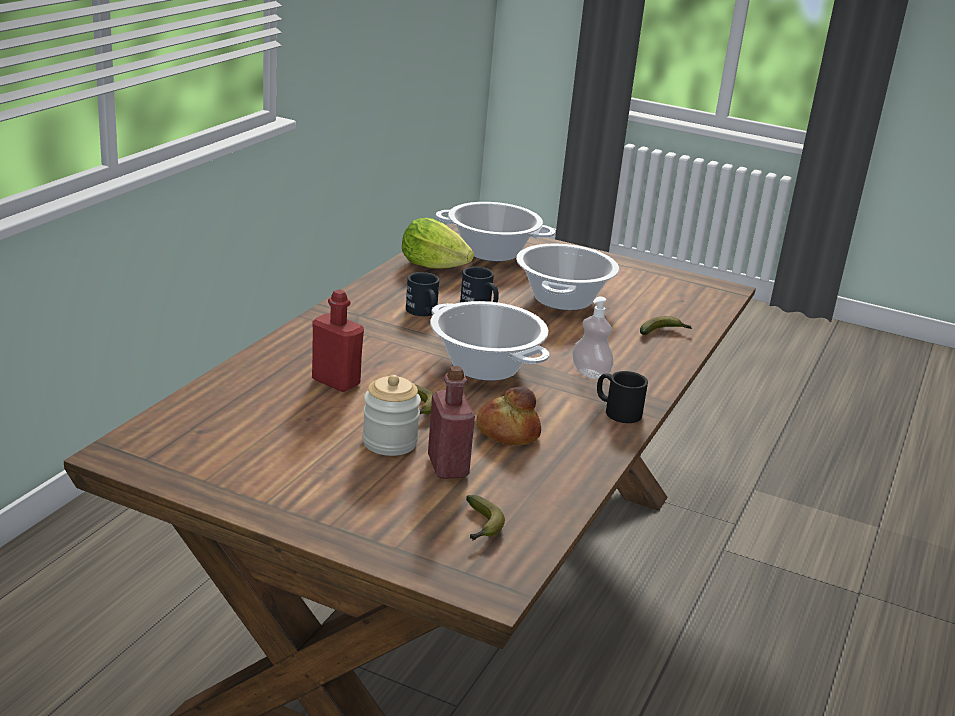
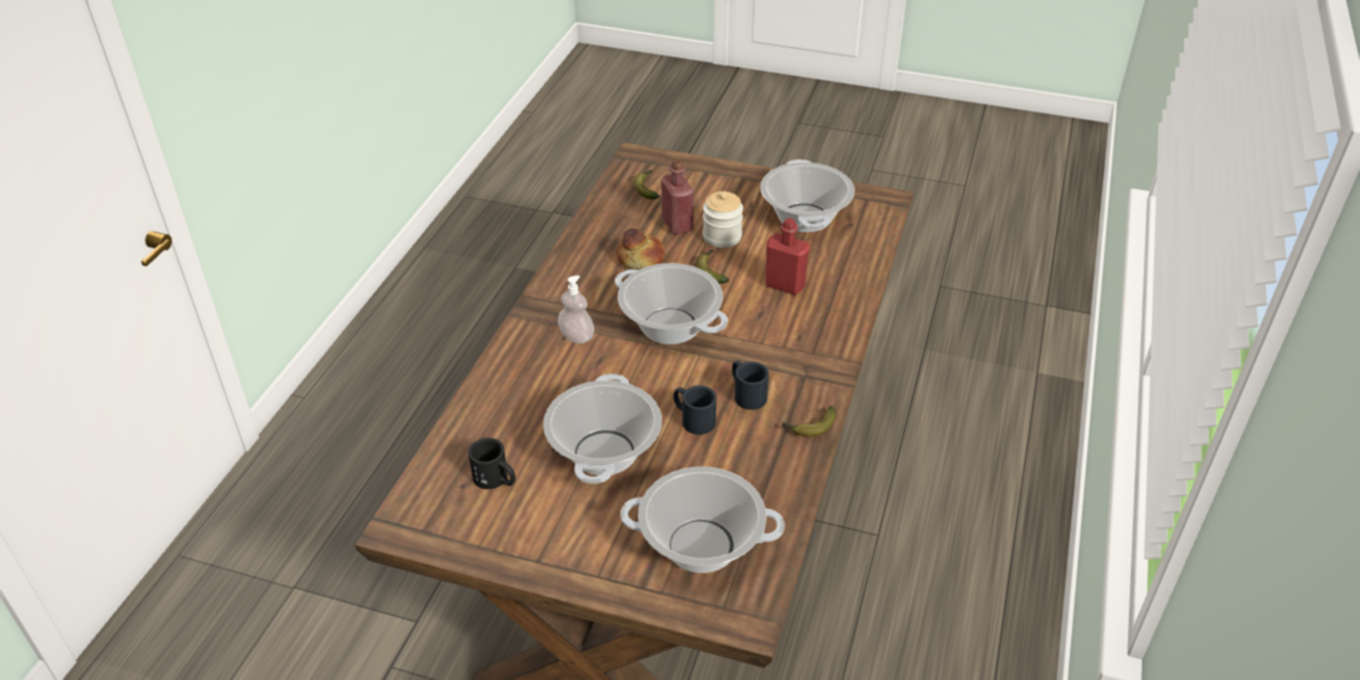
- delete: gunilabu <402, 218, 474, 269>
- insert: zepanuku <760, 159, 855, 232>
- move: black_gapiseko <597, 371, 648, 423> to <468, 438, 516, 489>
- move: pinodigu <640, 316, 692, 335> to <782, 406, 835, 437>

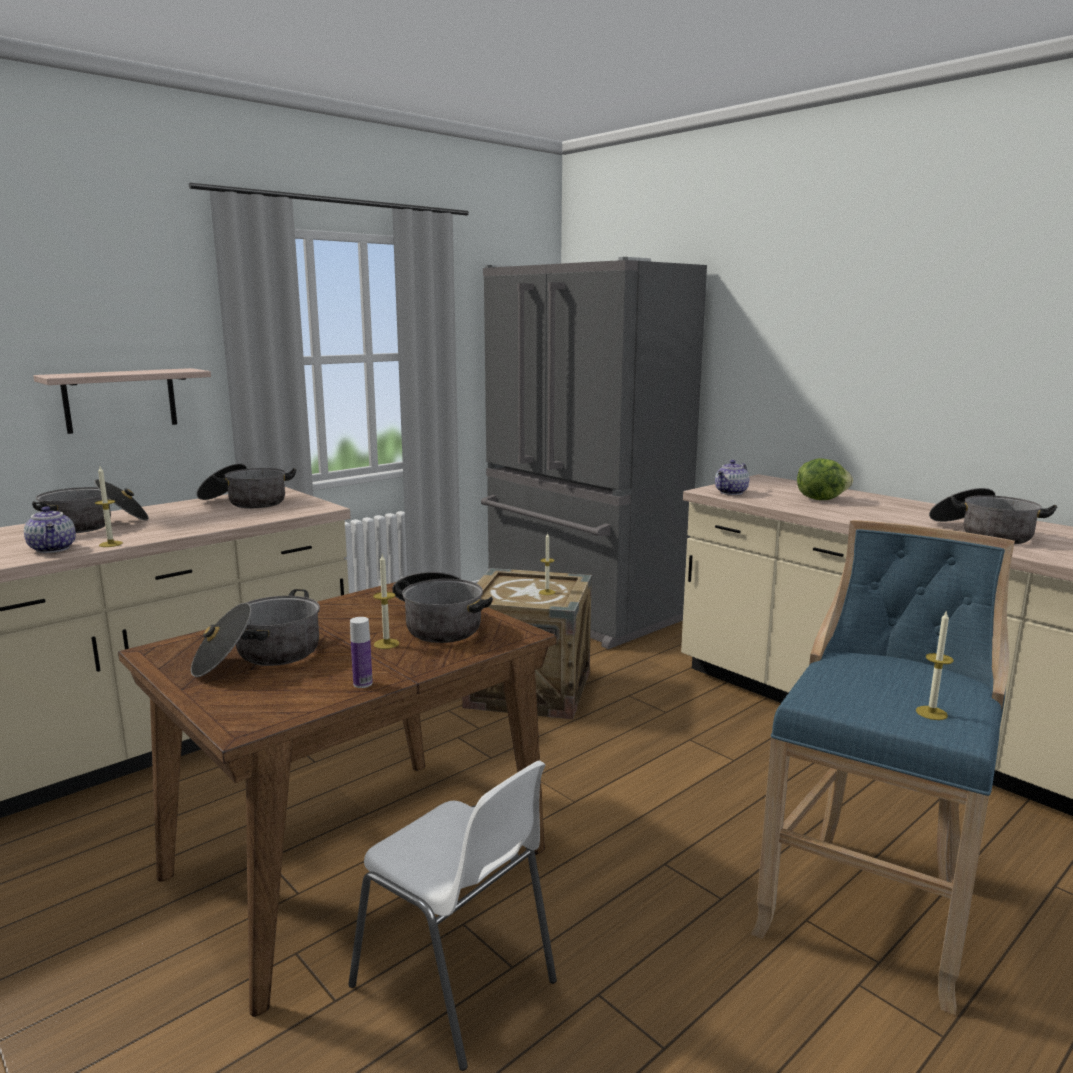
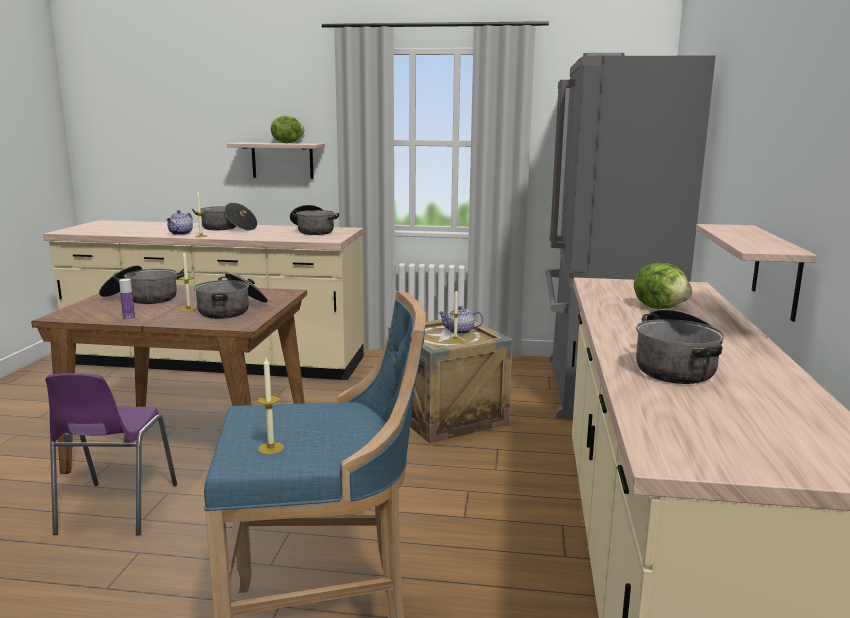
- insert: gunilabu <271, 116, 304, 143>
- insert: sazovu <696, 224, 817, 322>
- move: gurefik <715, 460, 749, 495> to <438, 306, 483, 335>
- recolor: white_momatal <348, 760, 557, 1071> to purple_momatal <45, 373, 177, 536>

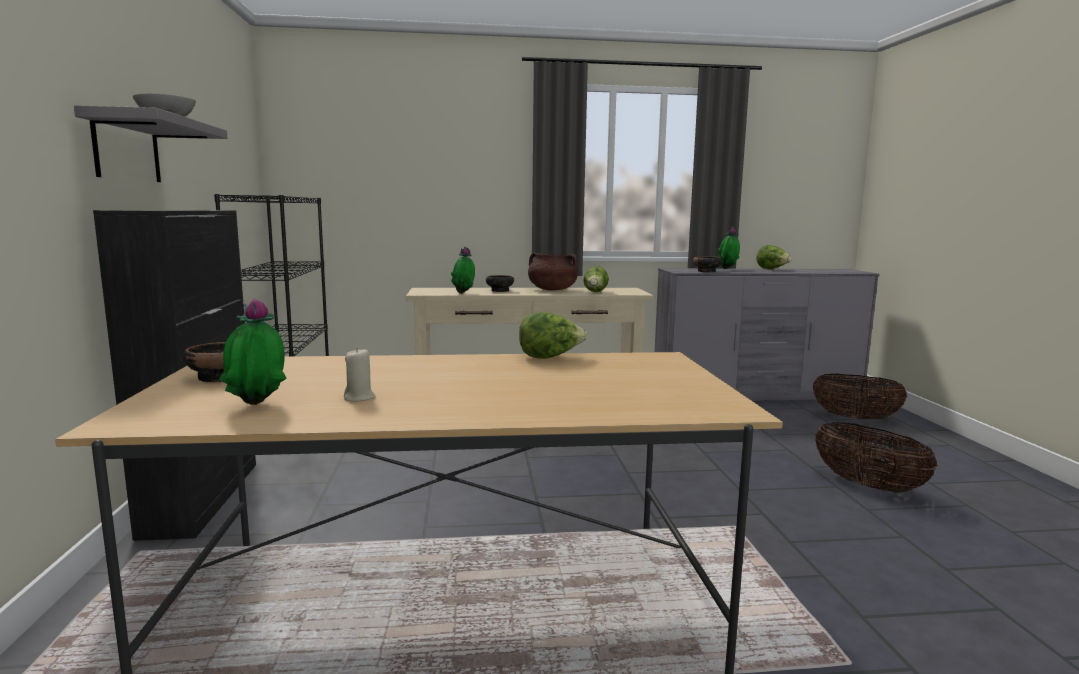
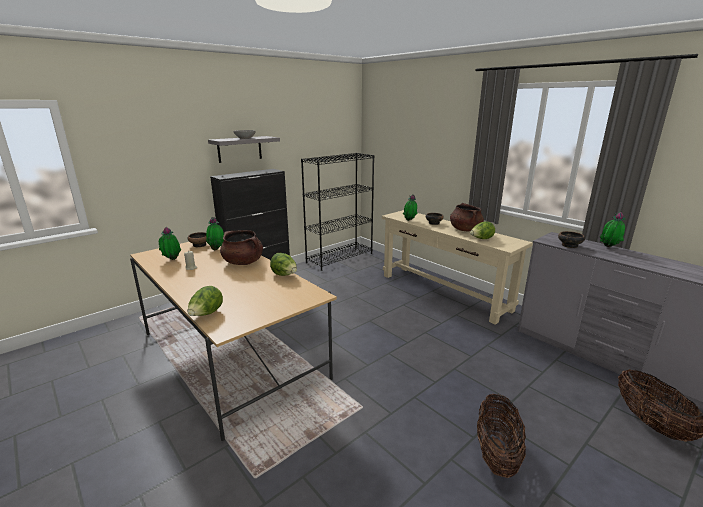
- insert: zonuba <206, 217, 224, 250>
- insert: brown_zepanuku <220, 230, 263, 265>
- move: gunilabu <756, 245, 792, 269> to <187, 286, 223, 316>

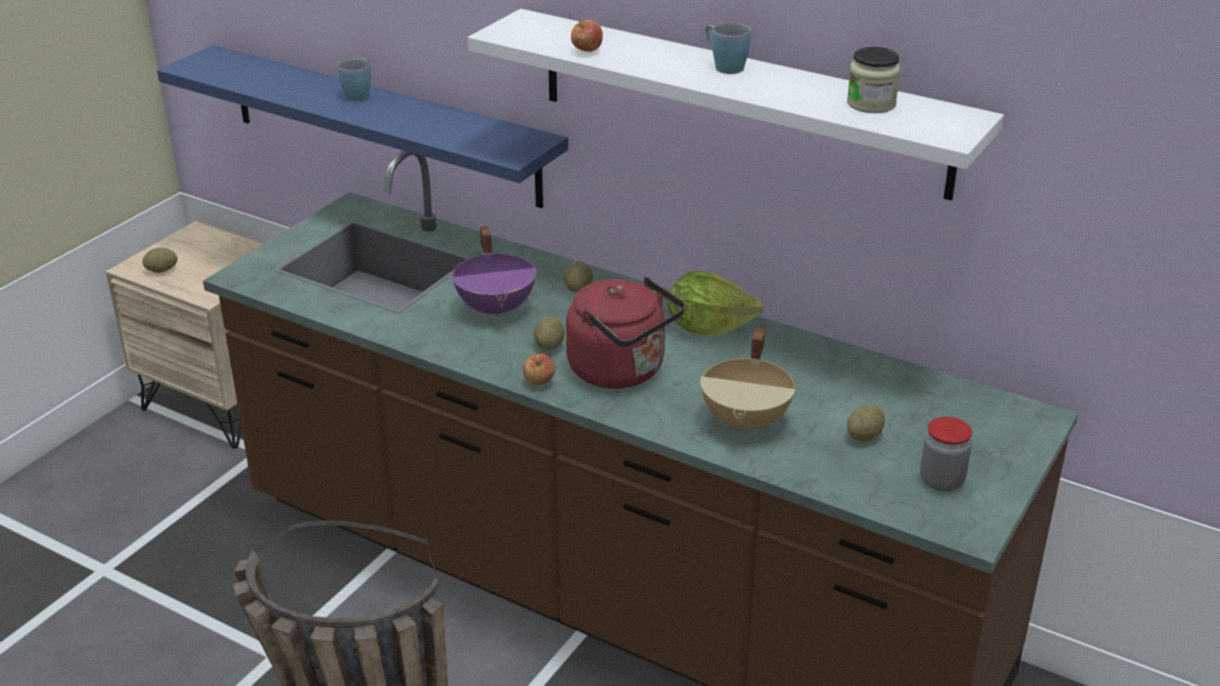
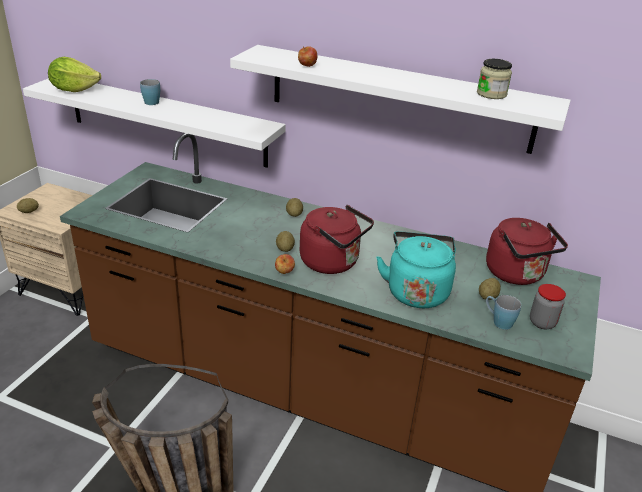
- delete: purple_zepanuku <452, 226, 536, 319>
- insert: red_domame <486, 218, 568, 285>
- move: gunilabu <668, 271, 764, 336> to <48, 57, 101, 92>
- move: blue_gapiseko <705, 22, 751, 74> to <486, 295, 521, 330>
- replace: beige_zepanuku <700, 328, 796, 435> to turquoise_domame <376, 231, 456, 308>
- recolor: blue_sazovu <157, 45, 568, 208> to white_sazovu <23, 78, 286, 168>

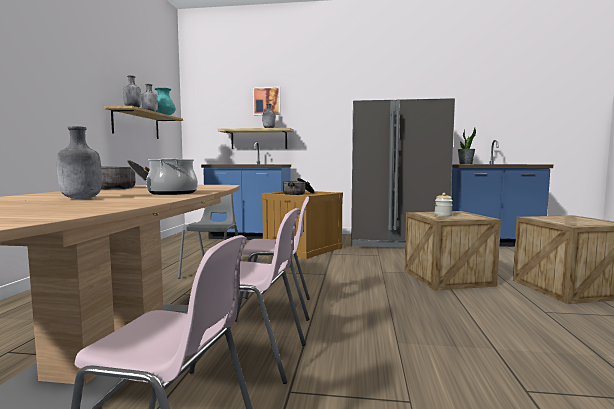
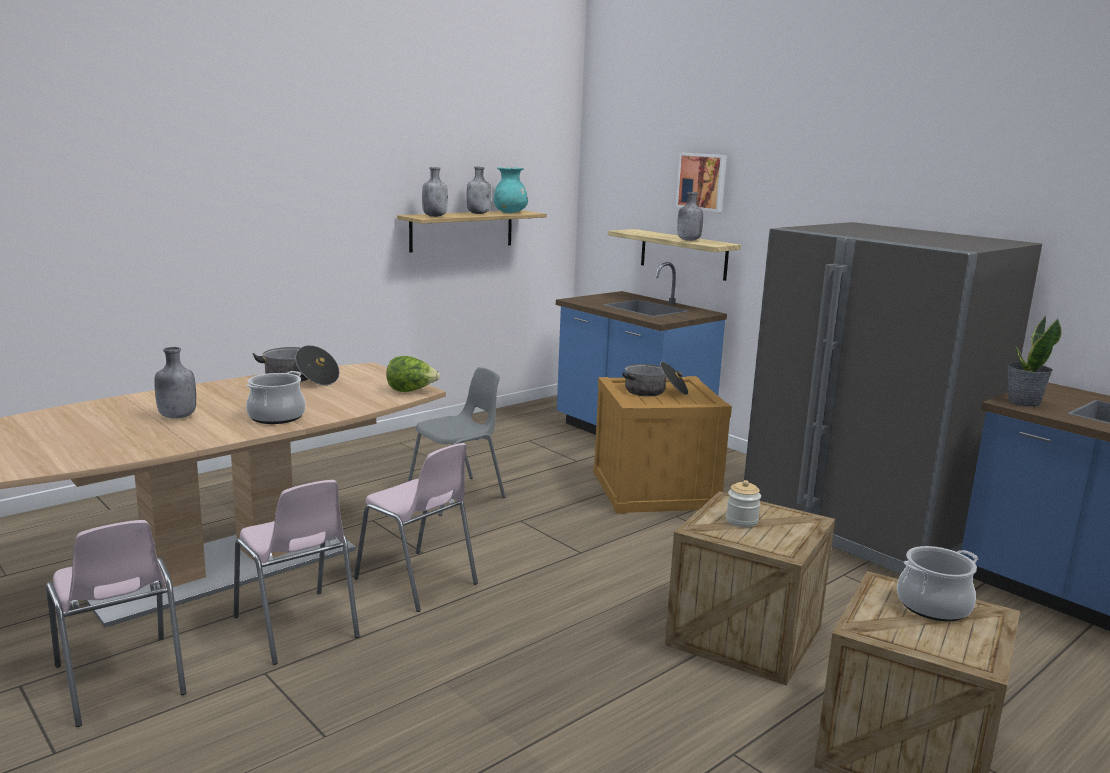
- insert: gunilabu <386, 356, 440, 392>
- insert: zepanuku <897, 546, 979, 621>

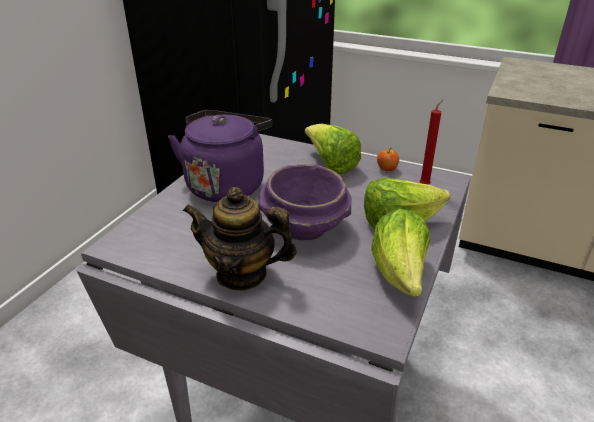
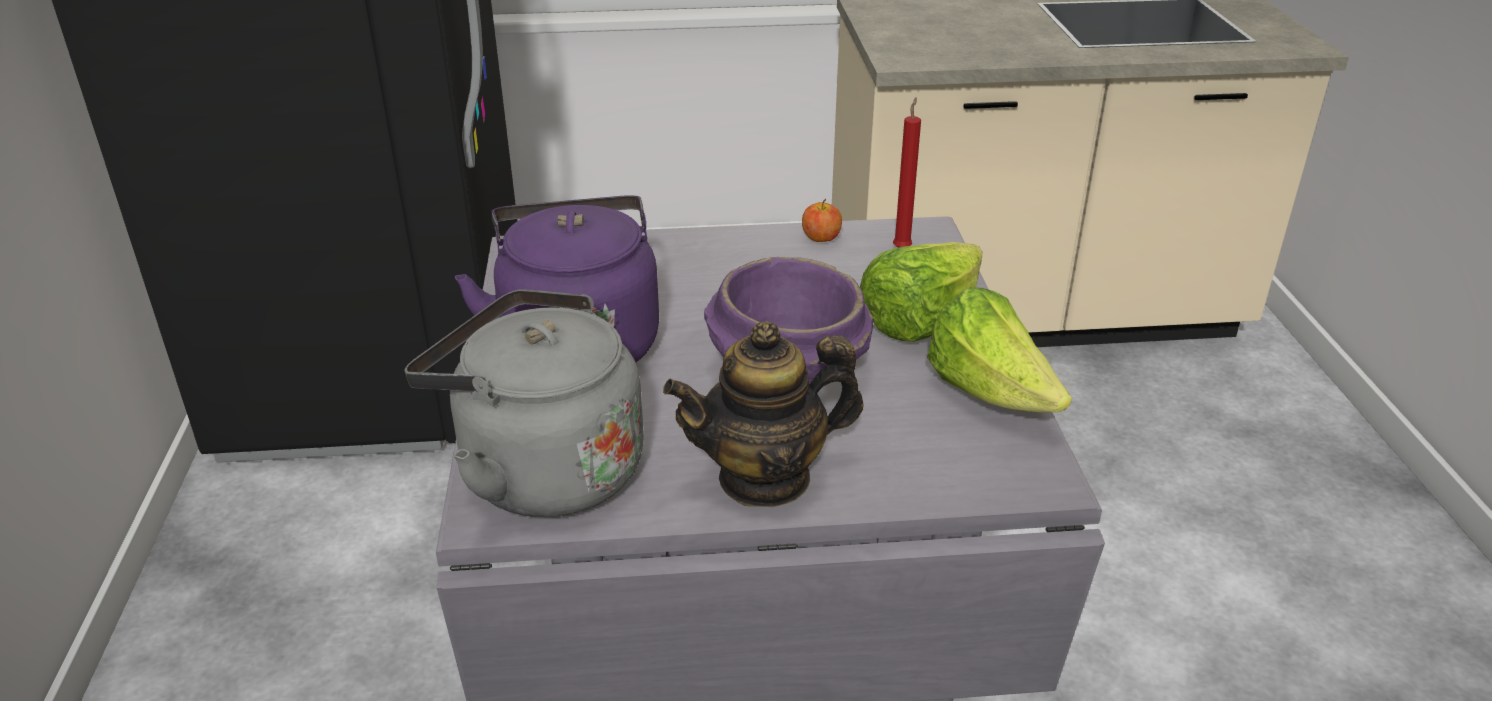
- delete: gunilabu <305, 124, 361, 174>
- insert: grey_domame <404, 289, 644, 517>

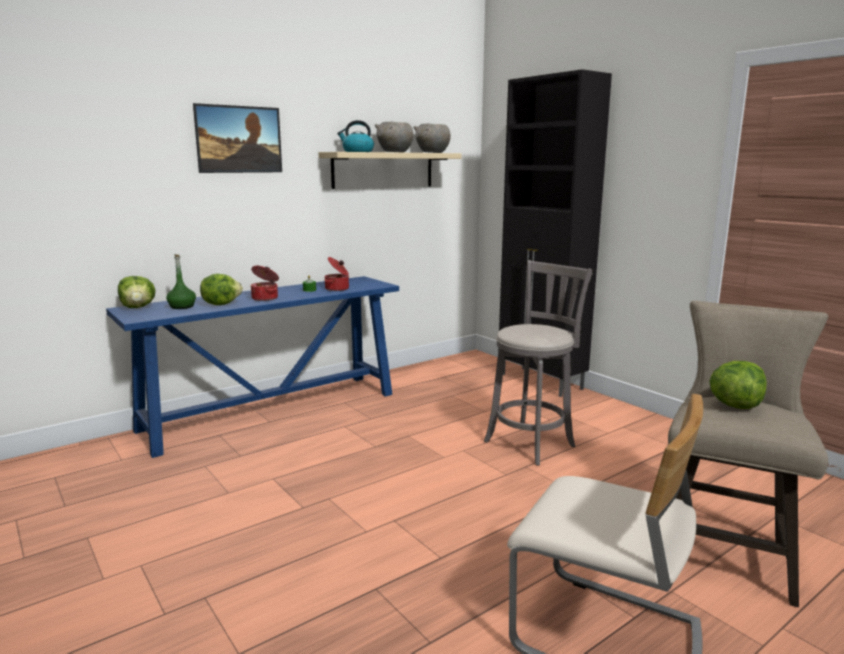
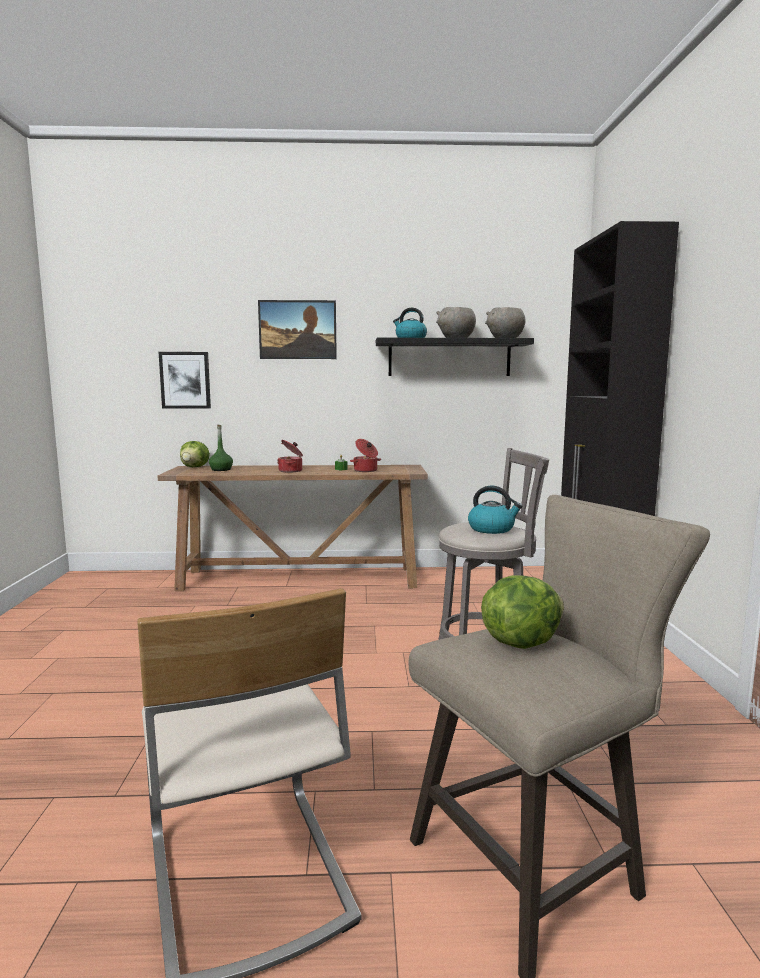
- delete: gunilabu <200, 274, 243, 305>
- insert: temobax <159, 352, 211, 409>
- insert: domame <468, 486, 523, 534>
- recolor: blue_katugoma <106, 276, 399, 458> to brown_katugoma <158, 465, 428, 591>
- recolor: beige_sazovu <319, 152, 462, 189> to black_sazovu <376, 338, 534, 376>

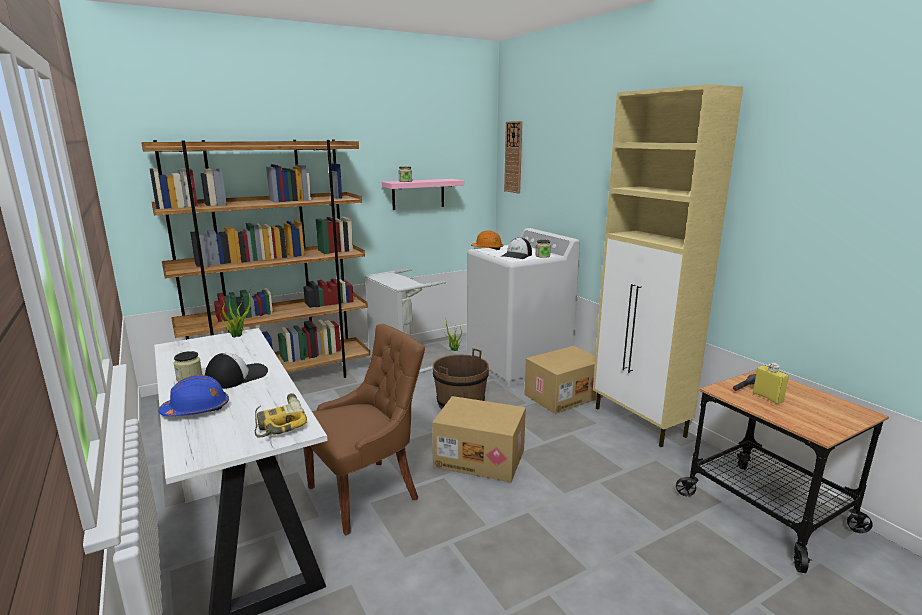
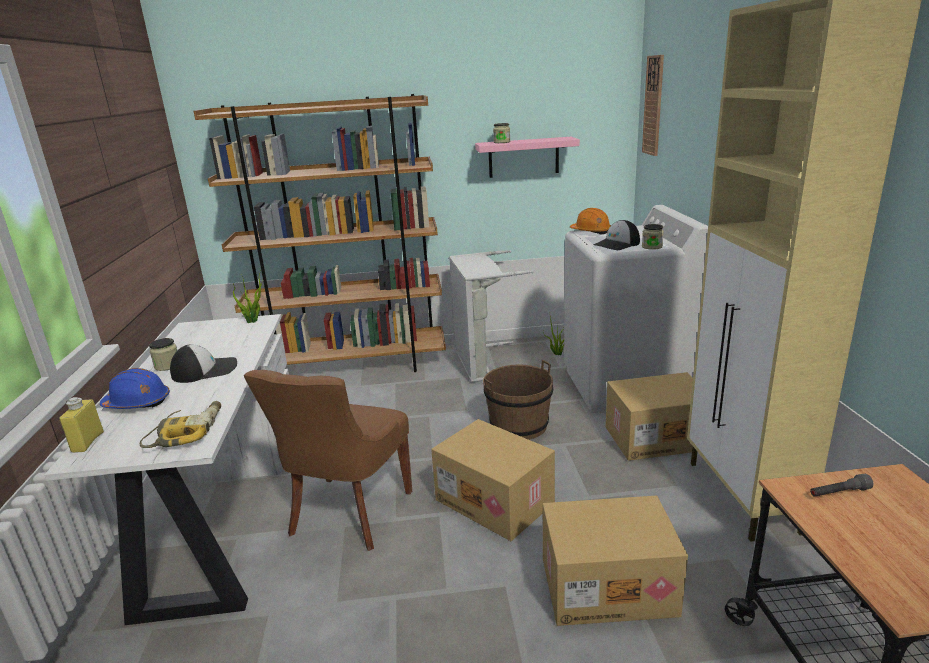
- insert: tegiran <543, 495, 688, 626>
- move: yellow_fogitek <753, 363, 789, 404> to <59, 397, 104, 453>
- rotate: brown_momatal <303, 324, 425, 535> = <244, 370, 412, 551> 120 degrees clockwise

